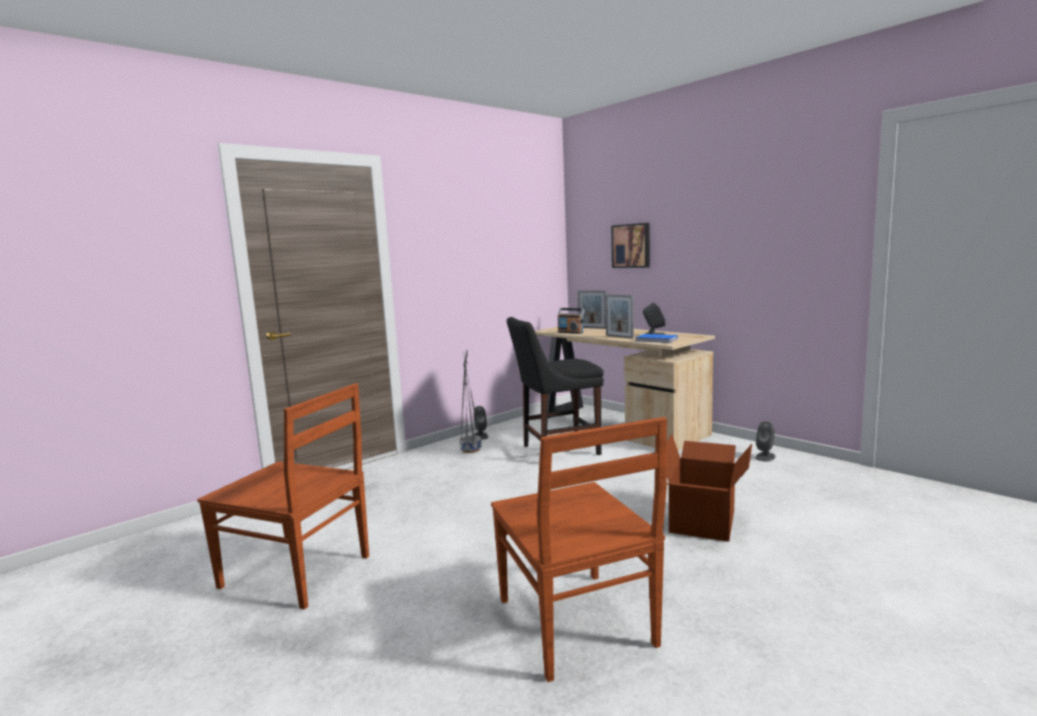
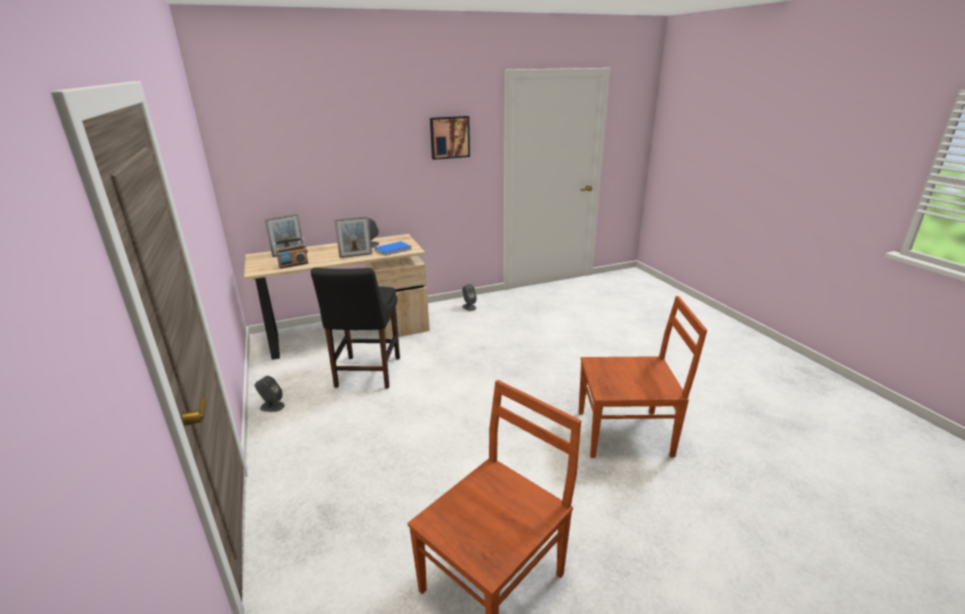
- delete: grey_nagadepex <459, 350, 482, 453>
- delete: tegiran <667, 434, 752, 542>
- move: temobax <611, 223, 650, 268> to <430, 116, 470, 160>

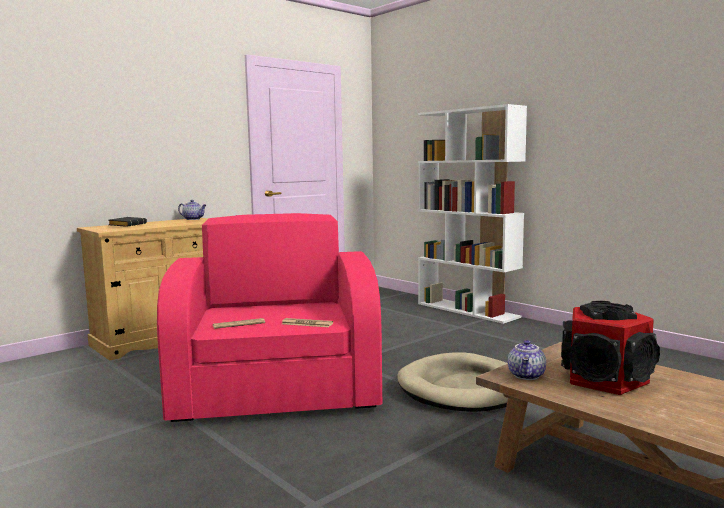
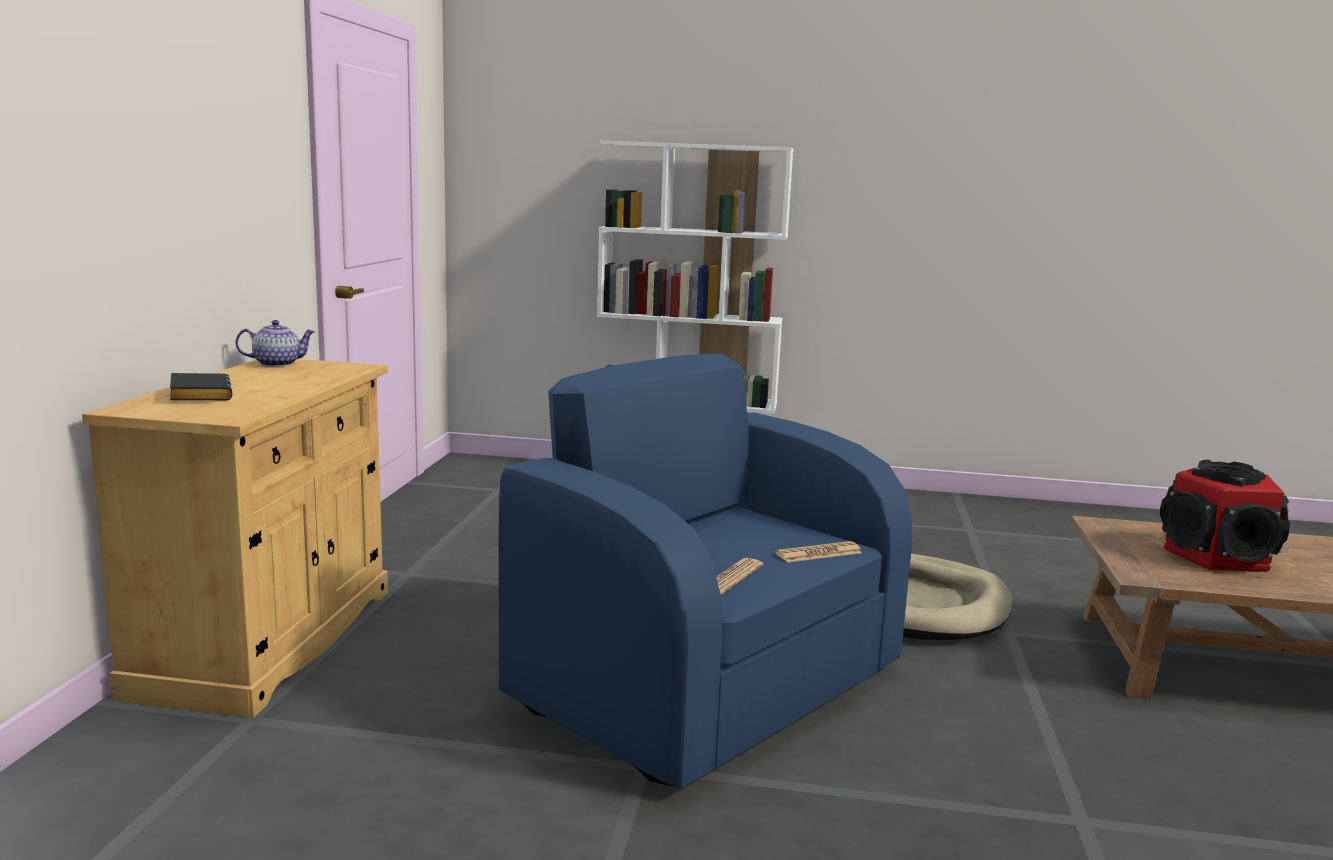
- delete: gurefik <508, 340, 546, 380>
- recolor: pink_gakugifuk <157, 213, 382, 422> to blue_gakugifuk <499, 354, 912, 788>

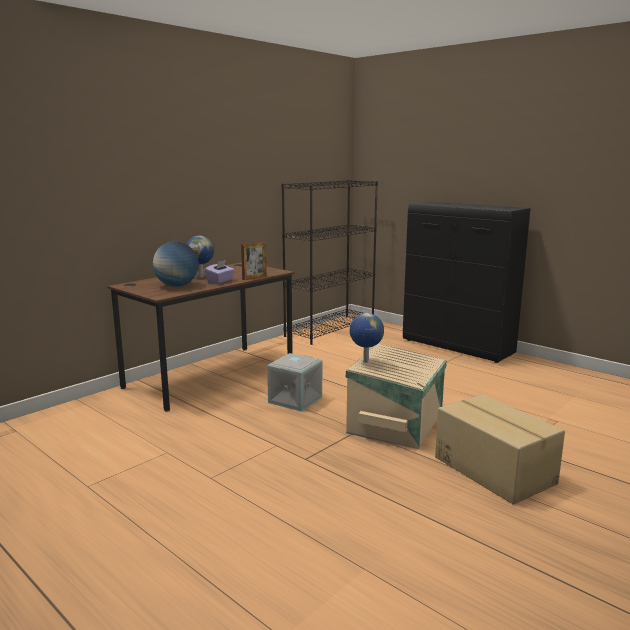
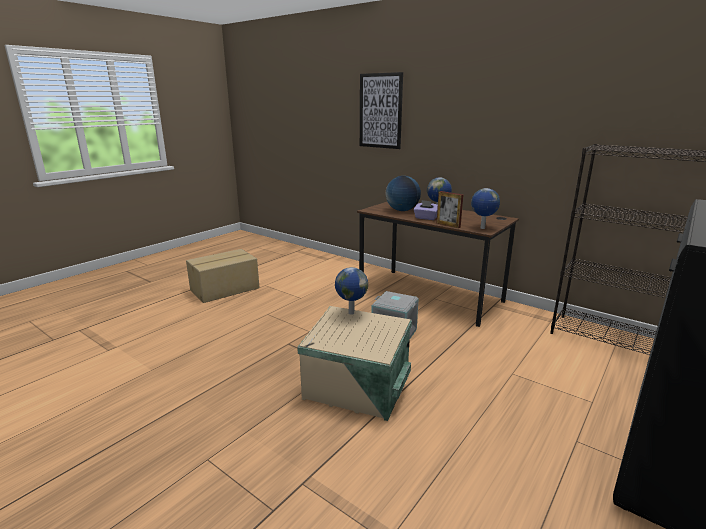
- insert: temobax <360, 72, 403, 149>
- insert: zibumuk <471, 188, 500, 229>
- move: tegiran <435, 394, 565, 505> to <186, 249, 259, 303>

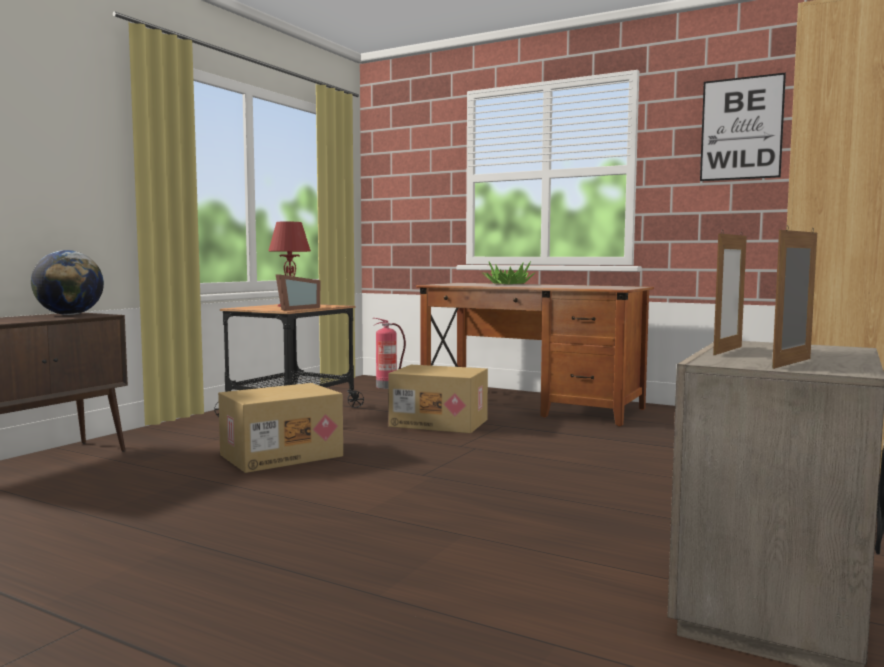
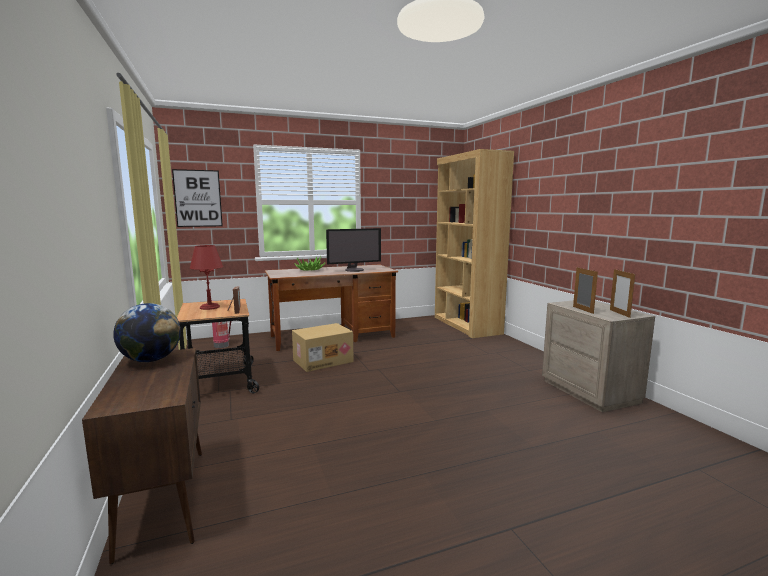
- delete: tegiran <218, 383, 343, 473>
- insert: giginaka <326, 228, 381, 272>
- move: temobax <700, 73, 786, 181> to <172, 169, 223, 227>

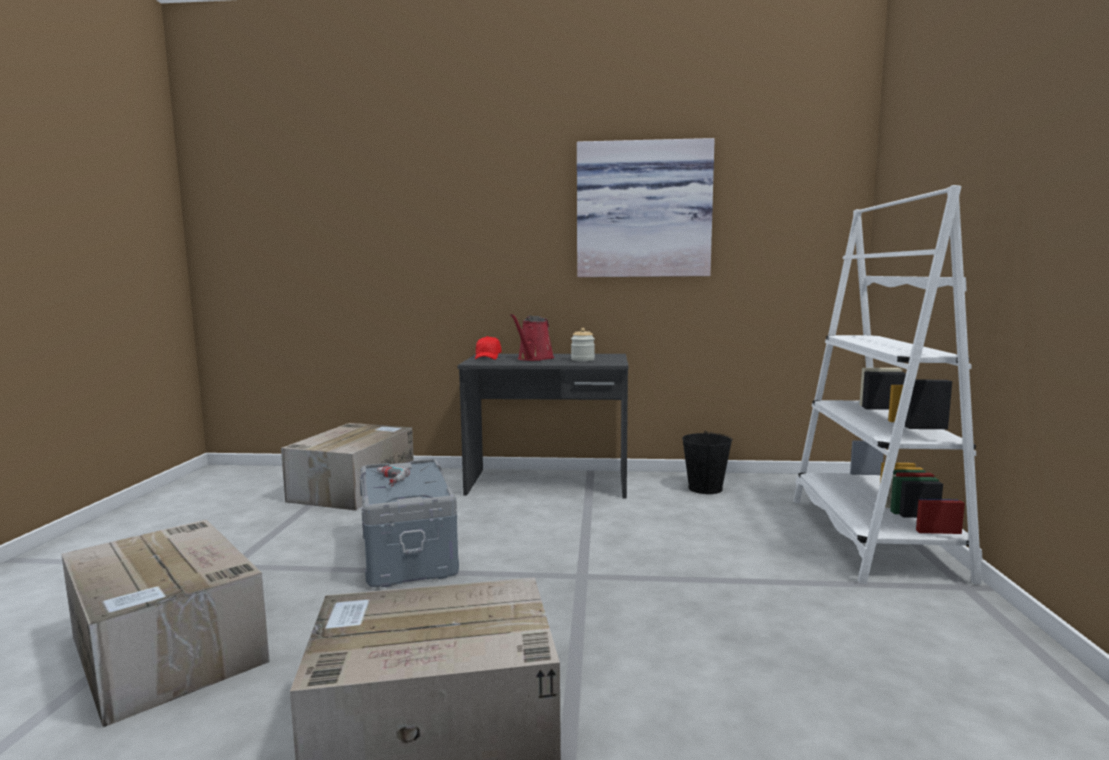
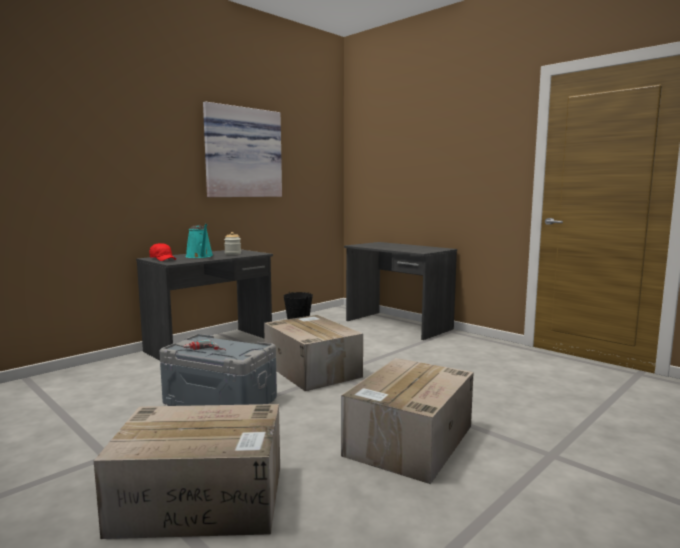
- move: tegiran <281, 423, 414, 511> to <264, 315, 363, 391>
- replace: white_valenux <793, 185, 983, 585> to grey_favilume <344, 242, 457, 340>
- recolor: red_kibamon <510, 314, 554, 361> to turquoise_kibamon <185, 224, 213, 258>

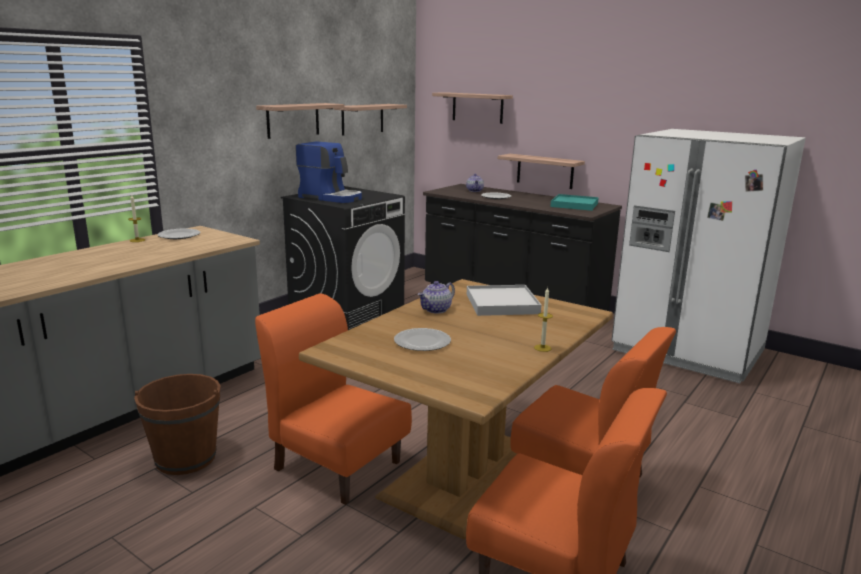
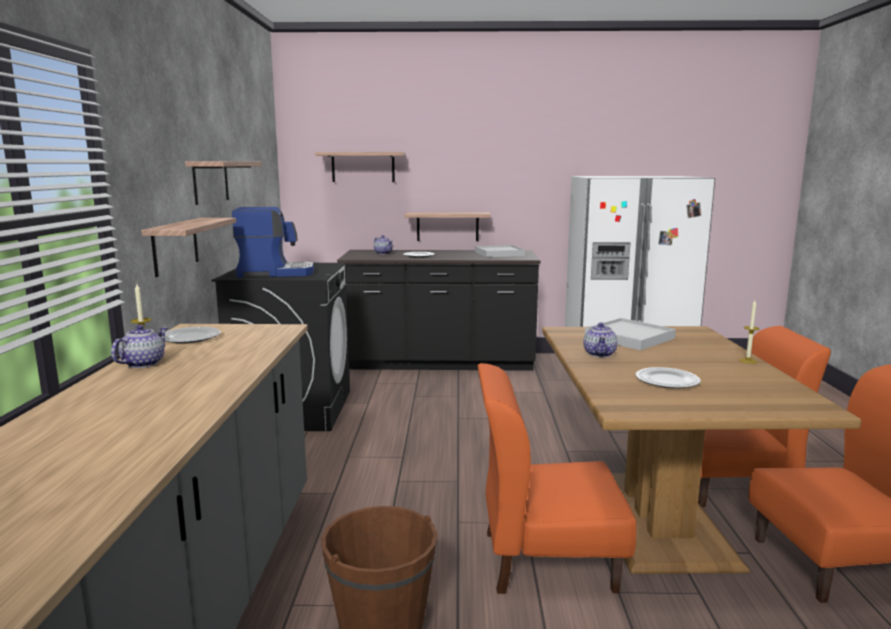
- insert: gurefik <111, 325, 168, 368>
- move: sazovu <334, 104, 407, 136> to <141, 218, 236, 277>
- recolor: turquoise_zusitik <550, 194, 599, 211> to white_zusitik <475, 245, 525, 257>

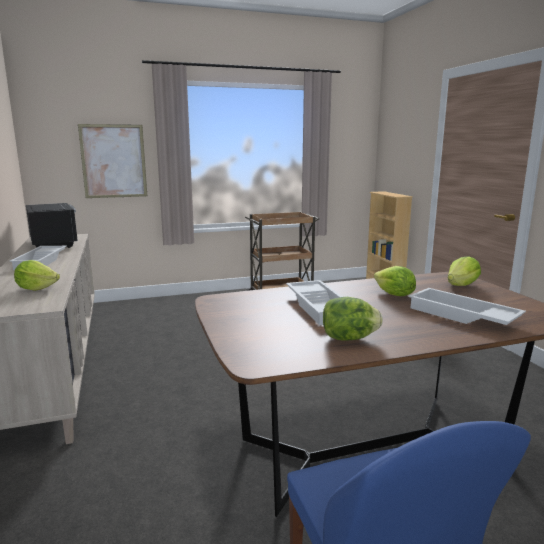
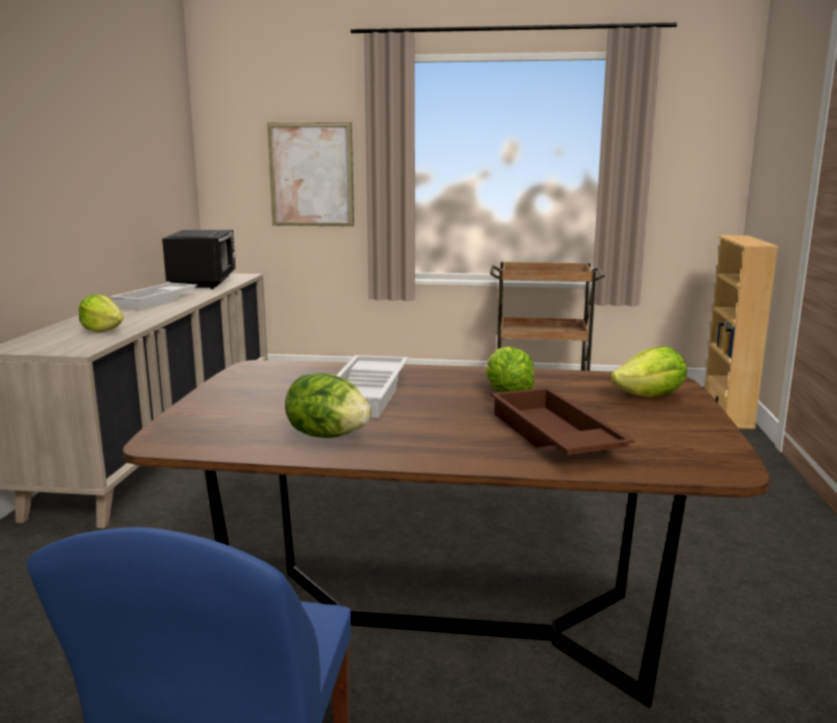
- recolor: white_zusitik <409, 288, 526, 325> to brown_zusitik <491, 388, 635, 455>

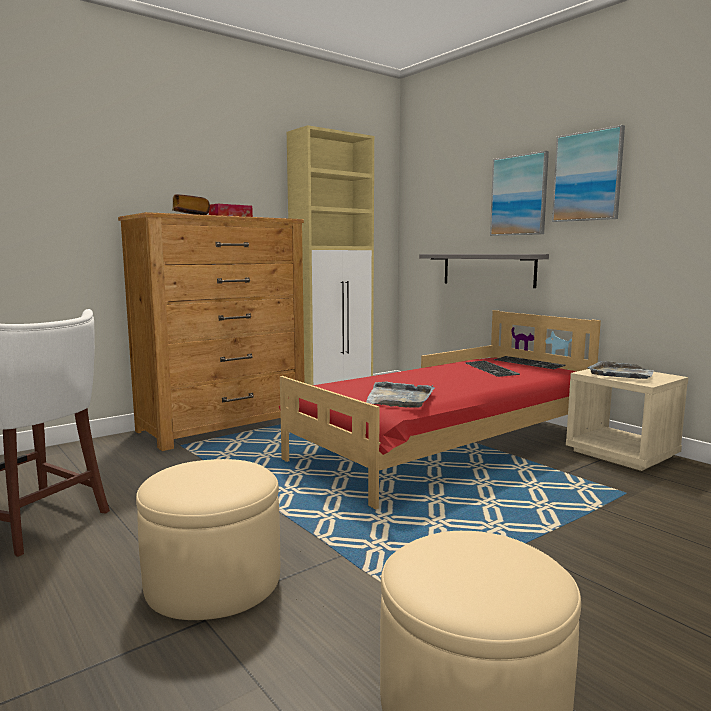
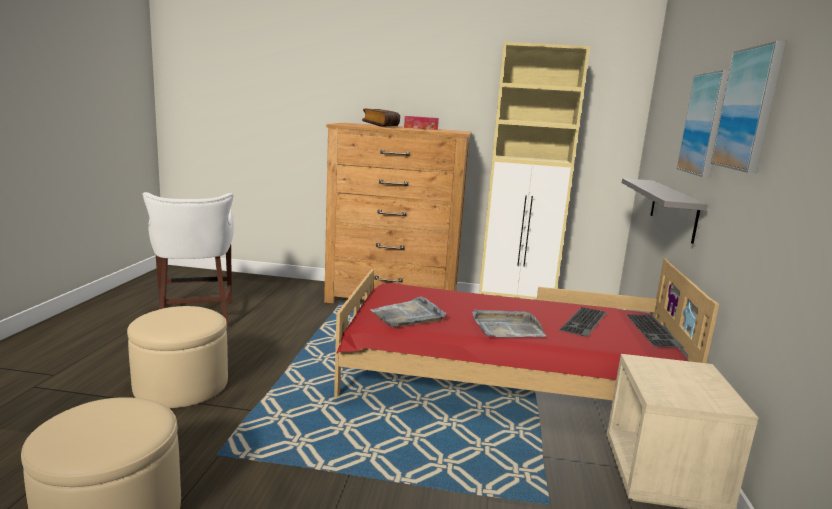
- move: grey_zusitik <587, 361, 654, 379> to <473, 309, 546, 337>

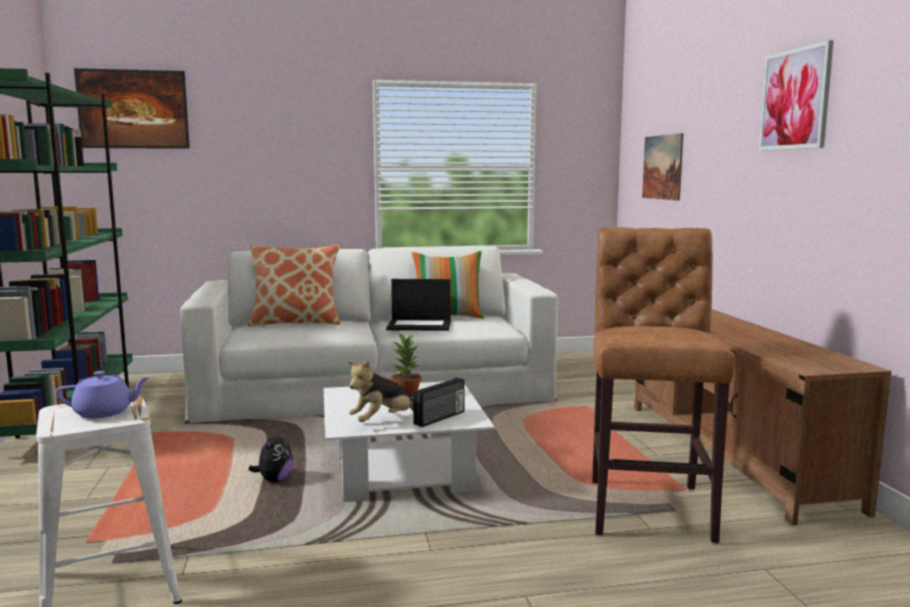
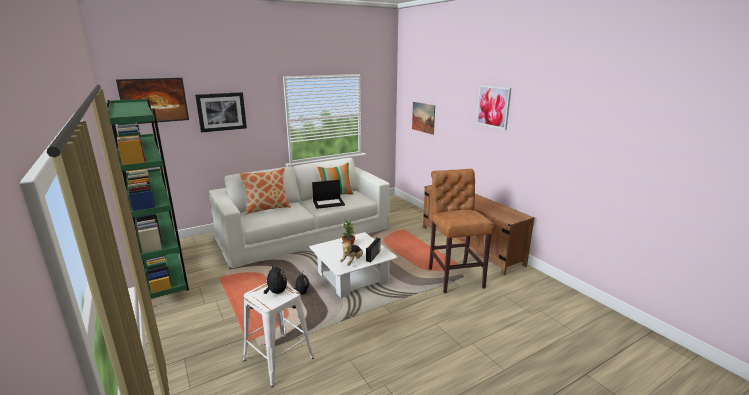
- insert: temobax <195, 92, 247, 133>
- replace: purple_gurefik <56, 371, 150, 418> to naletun <264, 265, 287, 294>

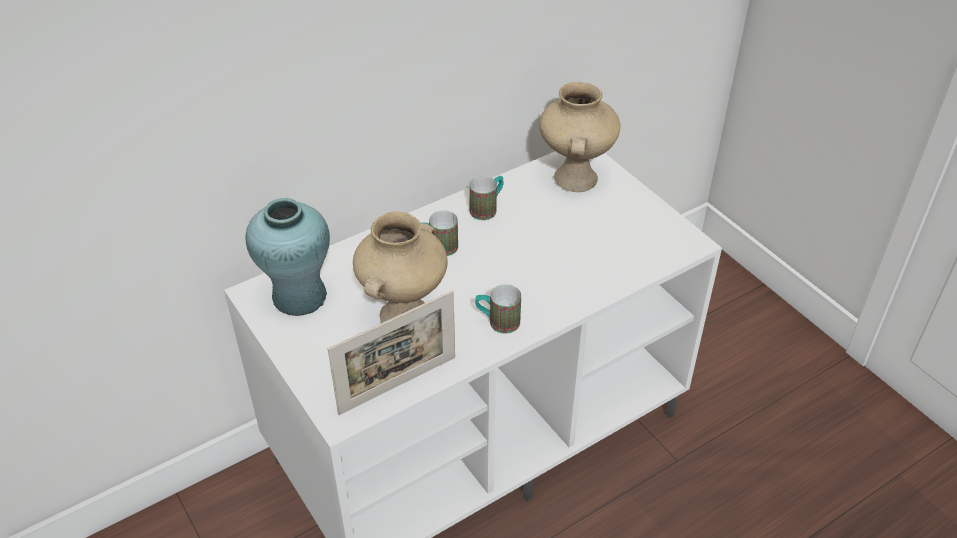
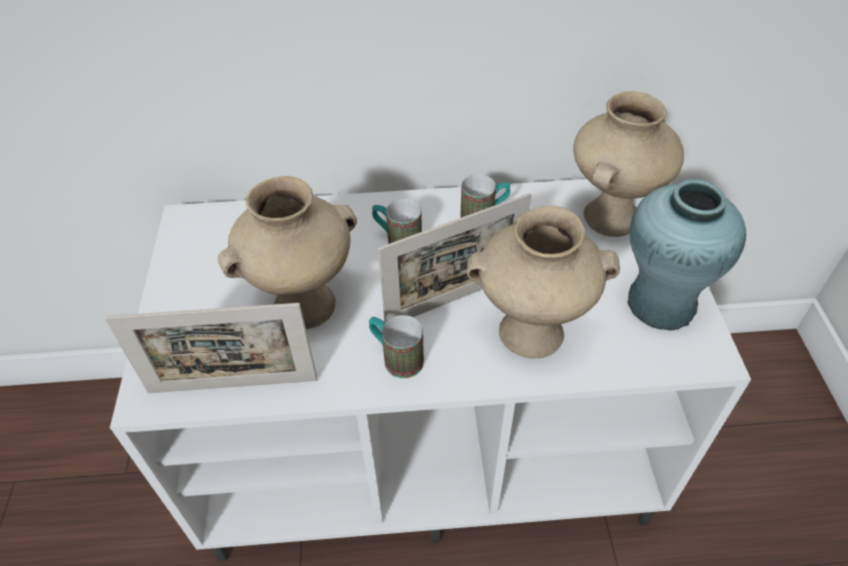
- insert: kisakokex <378, 193, 531, 323>
- insert: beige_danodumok <467, 206, 620, 359>
- move: turquoise_danodumok <245, 198, 330, 316> to <628, 180, 746, 330>

